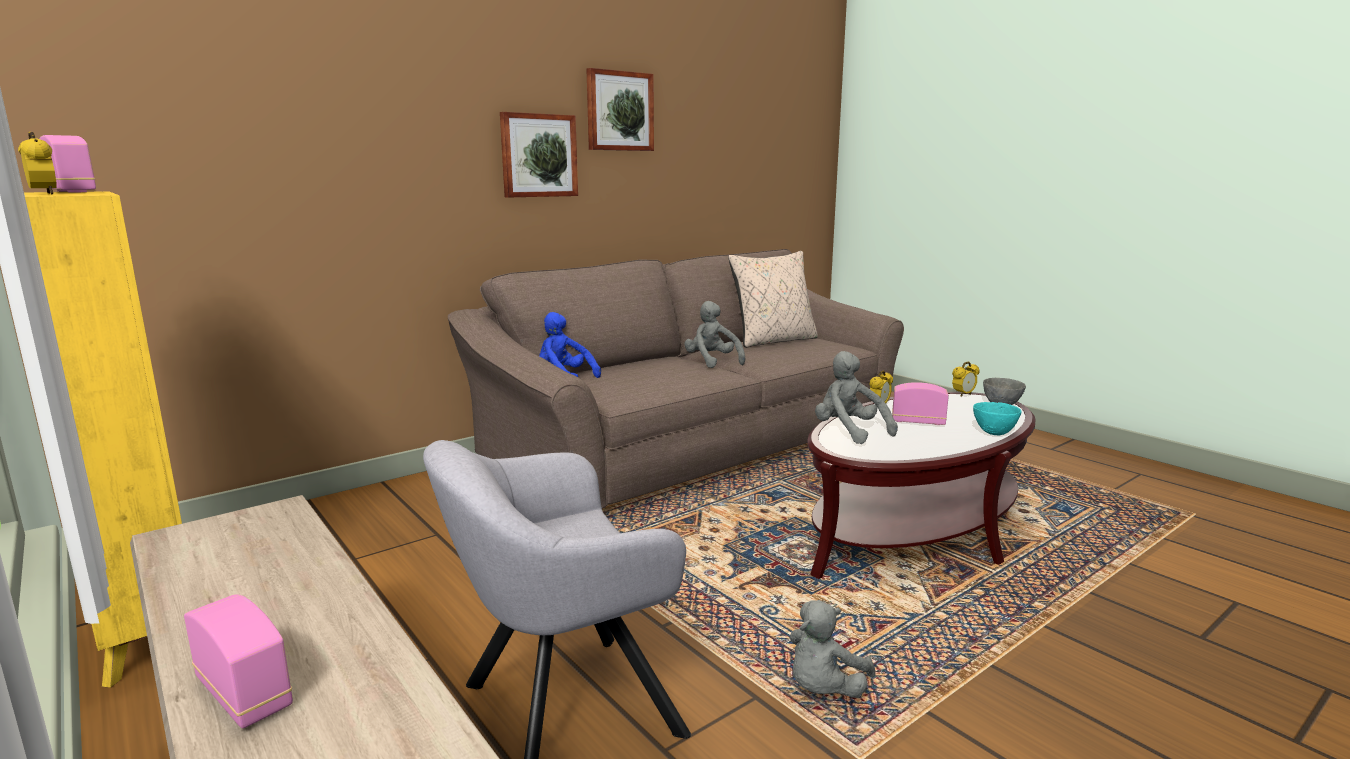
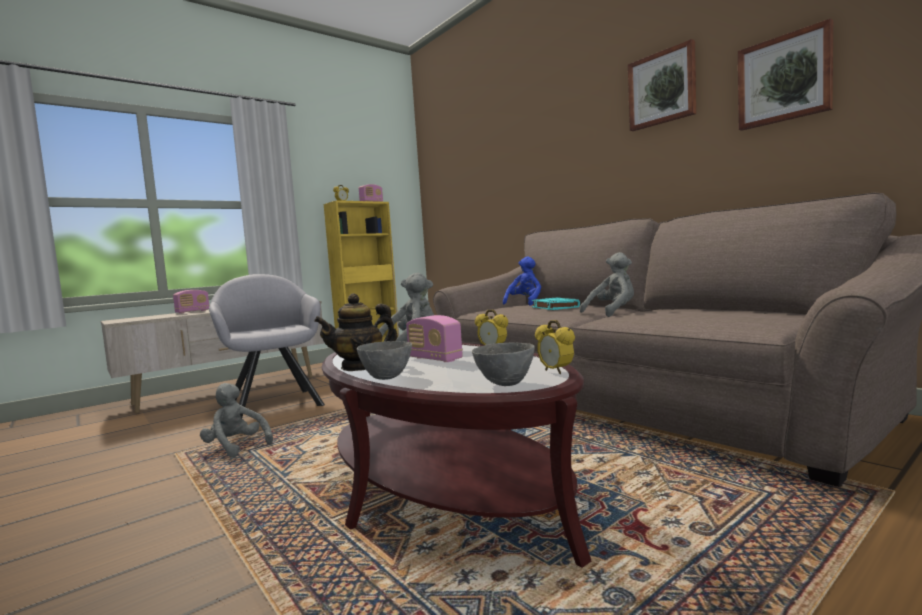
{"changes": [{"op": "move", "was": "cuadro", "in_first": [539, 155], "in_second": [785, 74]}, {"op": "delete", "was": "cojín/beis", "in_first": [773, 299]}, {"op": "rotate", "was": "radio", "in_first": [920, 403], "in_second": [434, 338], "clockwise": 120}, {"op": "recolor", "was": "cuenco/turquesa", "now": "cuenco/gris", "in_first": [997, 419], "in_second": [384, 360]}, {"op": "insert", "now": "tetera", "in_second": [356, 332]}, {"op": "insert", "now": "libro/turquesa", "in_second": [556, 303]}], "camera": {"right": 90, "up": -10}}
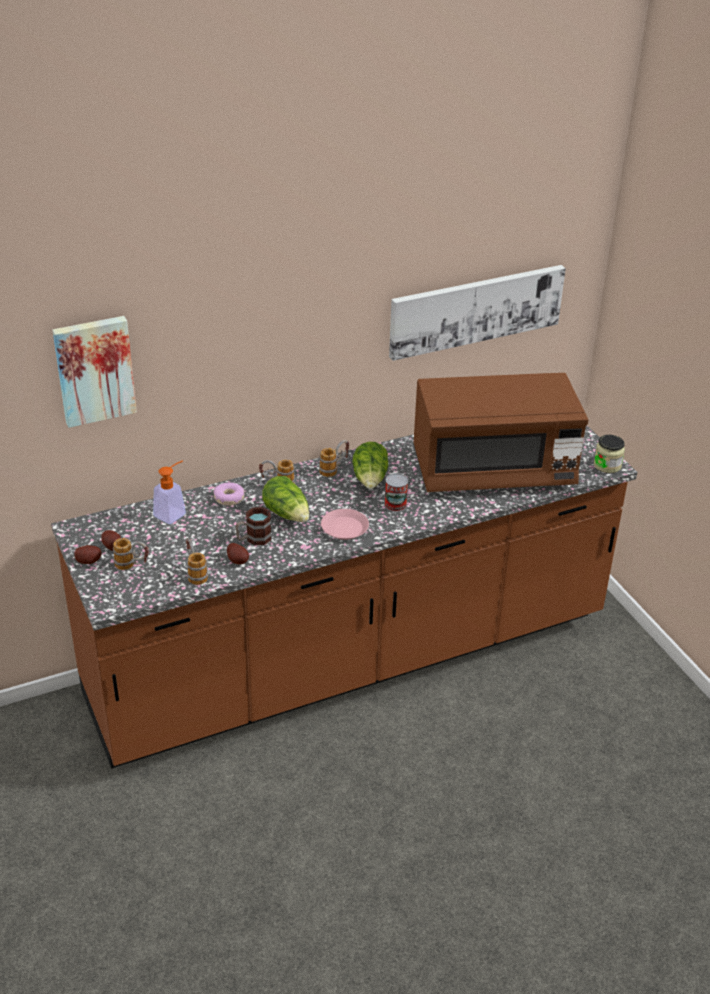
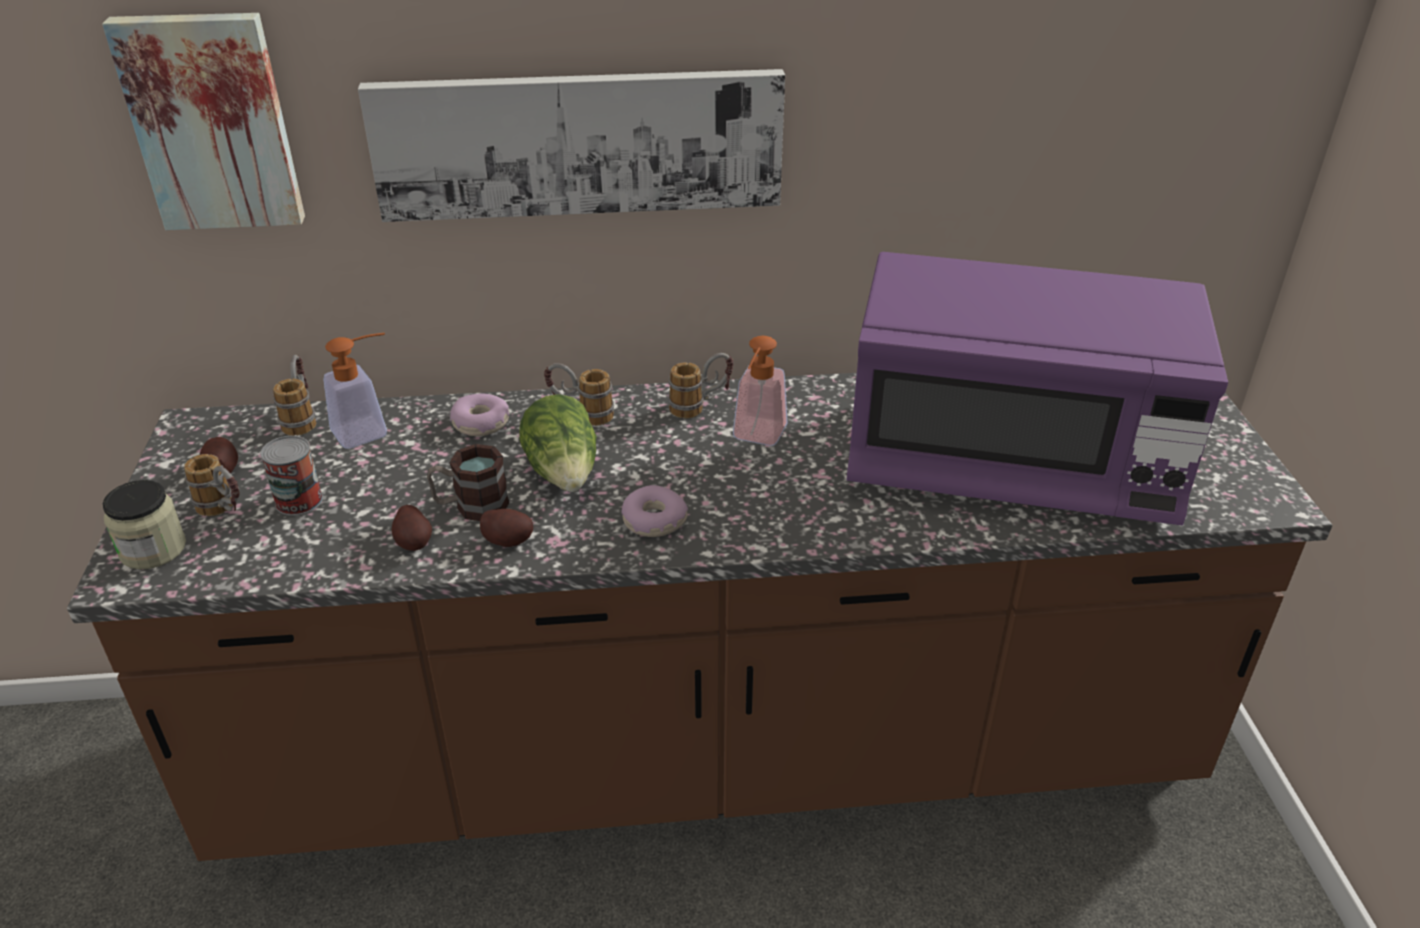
{"changes": [{"op": "move", "was": "cuadro", "in_first": [477, 313], "in_second": [571, 145]}, {"op": "recolor", "was": "microondas/marrón", "now": "microondas/morado", "in_first": [501, 432], "in_second": [1037, 388]}, {"op": "move", "was": "tarro", "in_first": [609, 454], "in_second": [144, 524]}, {"op": "replace", "was": "lechuga", "now": "dispensador de jabón", "in_first": [370, 465], "in_second": [760, 391]}, {"op": "move", "was": "lata", "in_first": [396, 492], "in_second": [291, 476]}, {"op": "replace", "was": "plato/rosa", "now": "rosquilla", "in_first": [345, 524], "in_second": [654, 511]}, {"op": "move", "was": "taza grande", "in_first": [197, 562], "in_second": [294, 395]}, {"op": "move", "was": "patata", "in_first": [88, 554], "in_second": [506, 528]}], "camera": {"right": 20, "up": 0}}
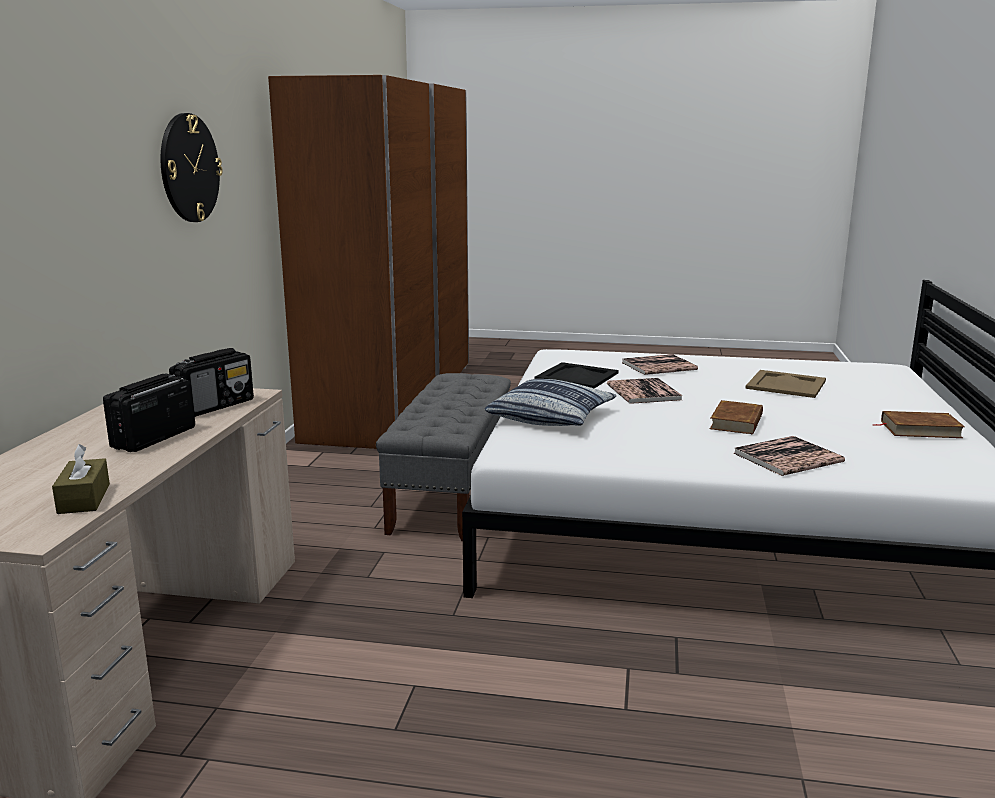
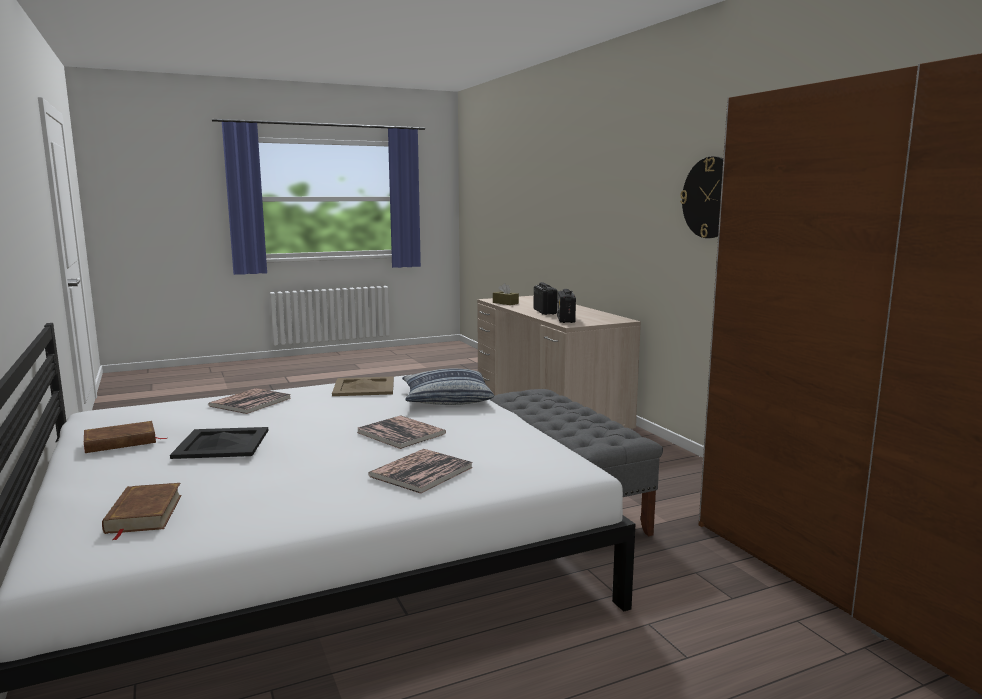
{"changes": [{"op": "move", "was": "bandeja/negro", "in_first": [577, 375], "in_second": [219, 443]}, {"op": "move", "was": "bandeja/beis", "in_first": [785, 384], "in_second": [363, 386]}, {"op": "move", "was": "libro/marrón", "in_first": [736, 417], "in_second": [142, 511]}], "camera": {"right": 145, "up": -5}}
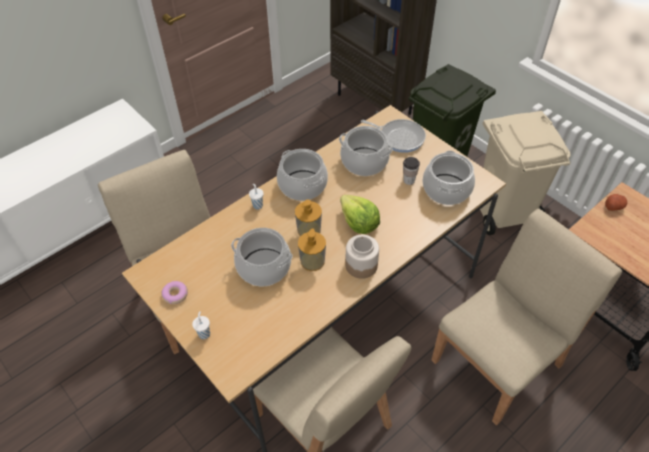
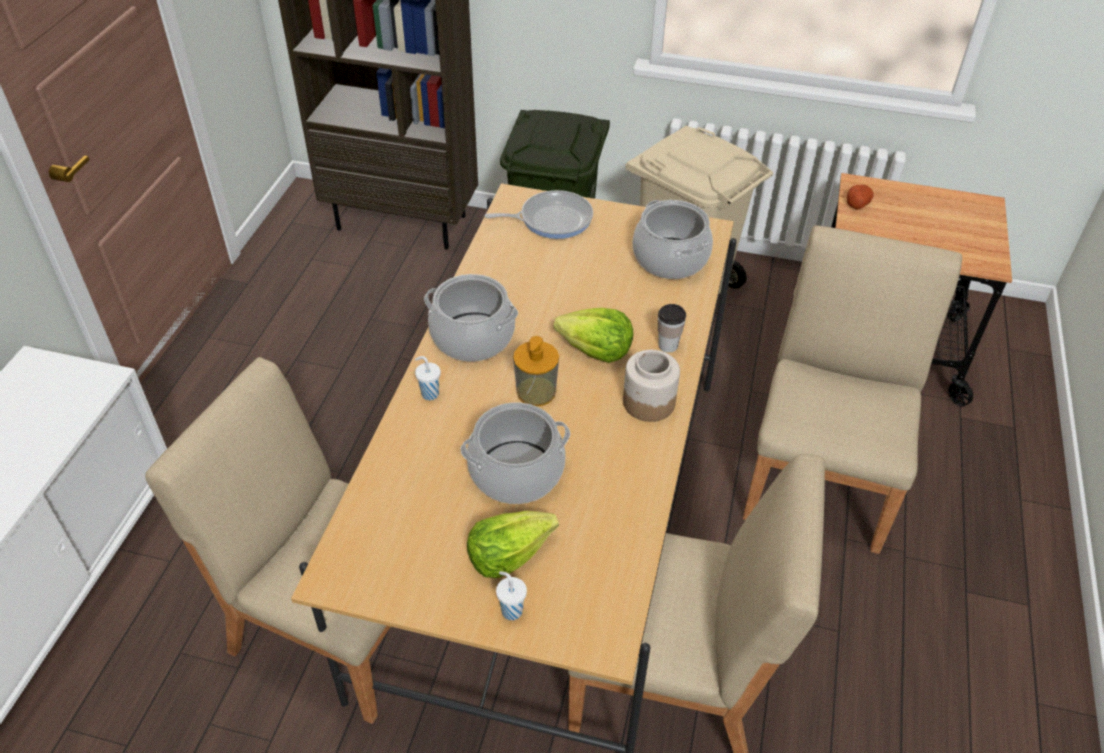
{"changes": [{"op": "delete", "was": "olla", "in_first": [366, 151]}, {"op": "move", "was": "taza", "in_first": [411, 171], "in_second": [672, 328]}, {"op": "delete", "was": "dispensador de jabón", "in_first": [312, 249]}, {"op": "delete", "was": "rosquilla", "in_first": [174, 292]}, {"op": "insert", "now": "lechuga", "in_second": [513, 544]}], "camera": {"right": -35, "up": -5}}
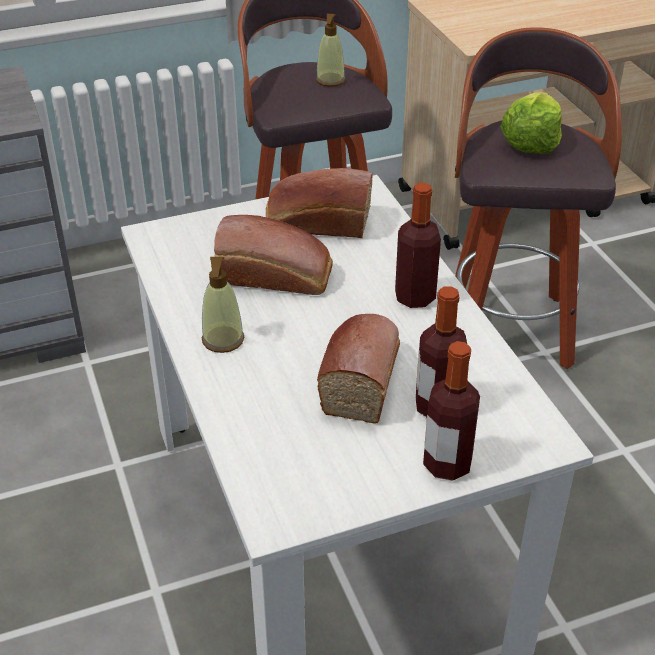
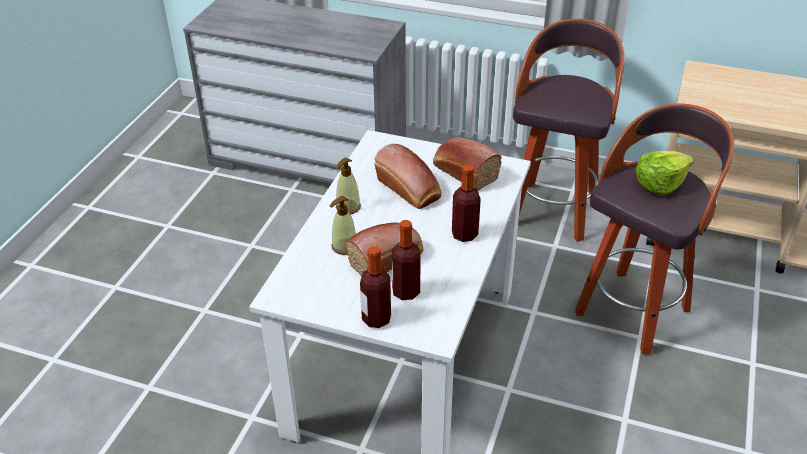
{"changes": [{"op": "move", "was": "dispensador de jabón", "in_first": [330, 50], "in_second": [342, 225]}], "camera": {"right": 40, "up": 0}}
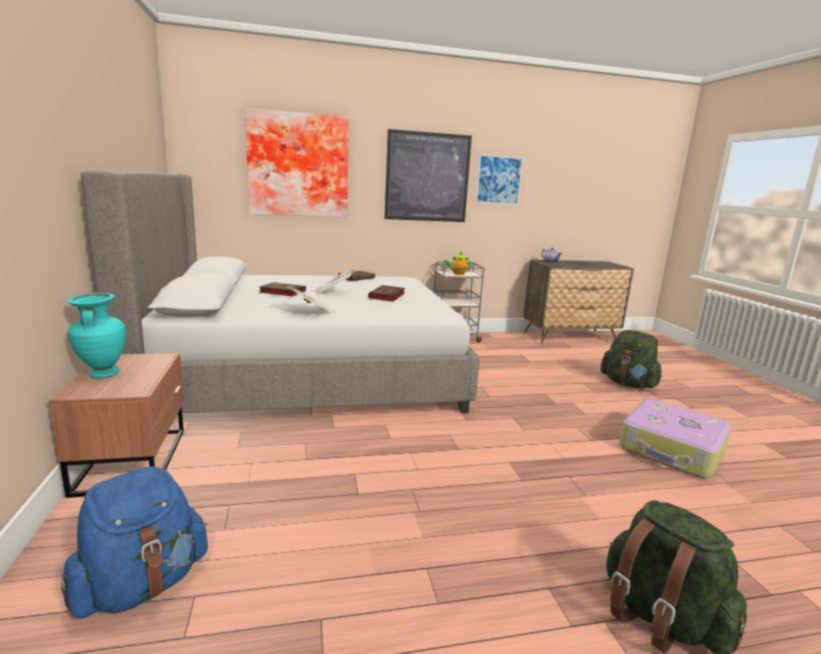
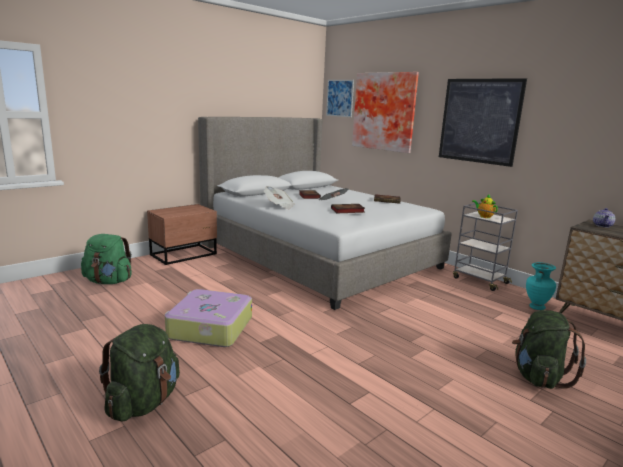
{"changes": [{"op": "move", "was": "cuadro", "in_first": [499, 179], "in_second": [340, 98]}, {"op": "move", "was": "florero/turquesa", "in_first": [96, 336], "in_second": [541, 286]}, {"op": "move", "was": "maleta", "in_first": [675, 438], "in_second": [208, 318]}, {"op": "recolor", "was": "mochila/azul", "now": "mochila/verde", "in_first": [134, 542], "in_second": [106, 259]}], "camera": {"right": 60, "up": 0}}
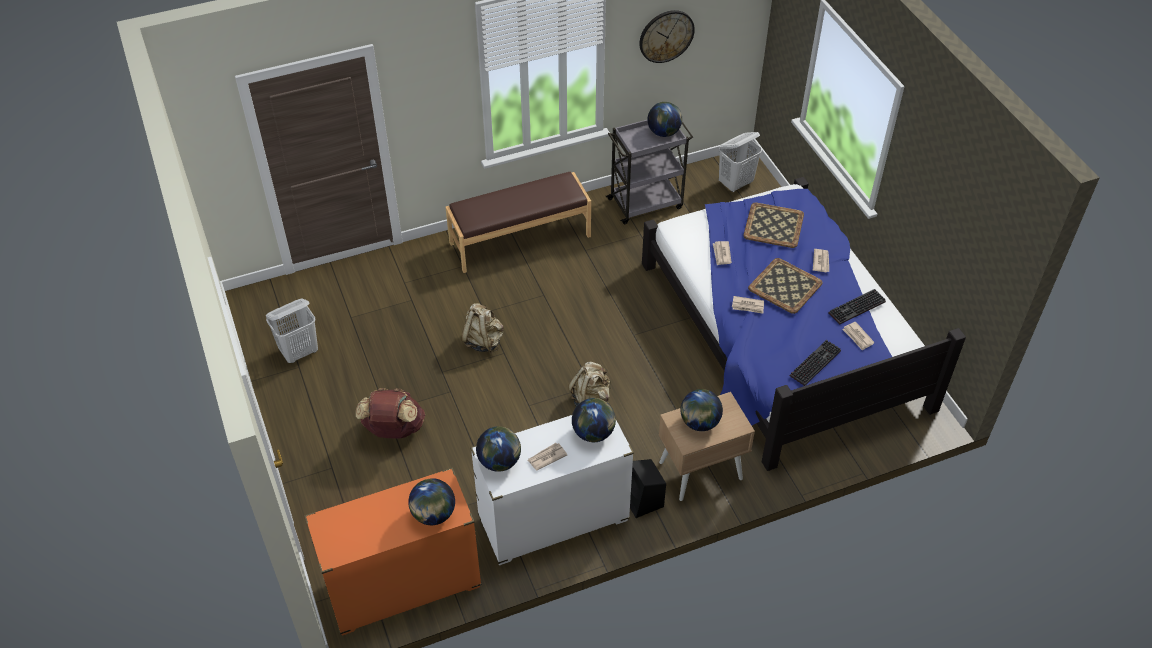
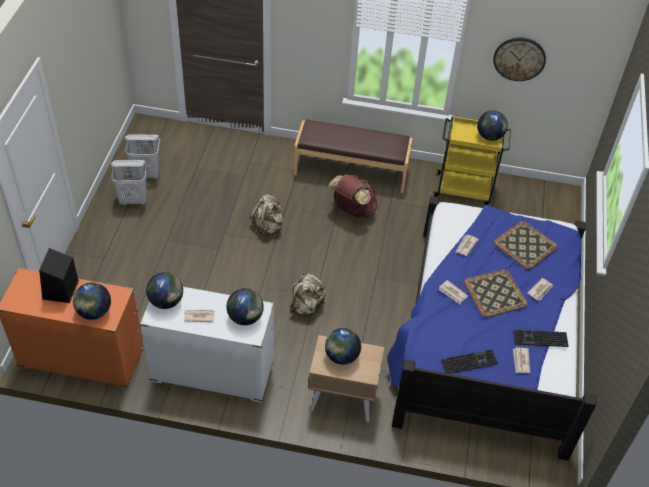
{"changes": [{"op": "recolor", "was": "carrito/gris", "now": "carrito/amarillo", "in_first": [649, 172], "in_second": [472, 160]}, {"op": "move", "was": "cesto de la ropa/blanco", "in_first": [740, 162], "in_second": [129, 182]}, {"op": "move", "was": "mochila/marrón", "in_first": [390, 413], "in_second": [353, 195]}, {"op": "move", "was": "altavoz/negro", "in_first": [648, 488], "in_second": [59, 275]}], "camera": {"right": 30, "up": 0}}
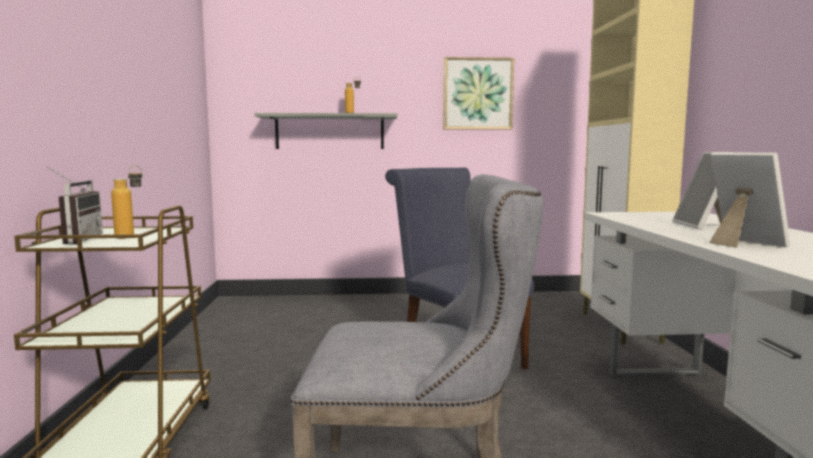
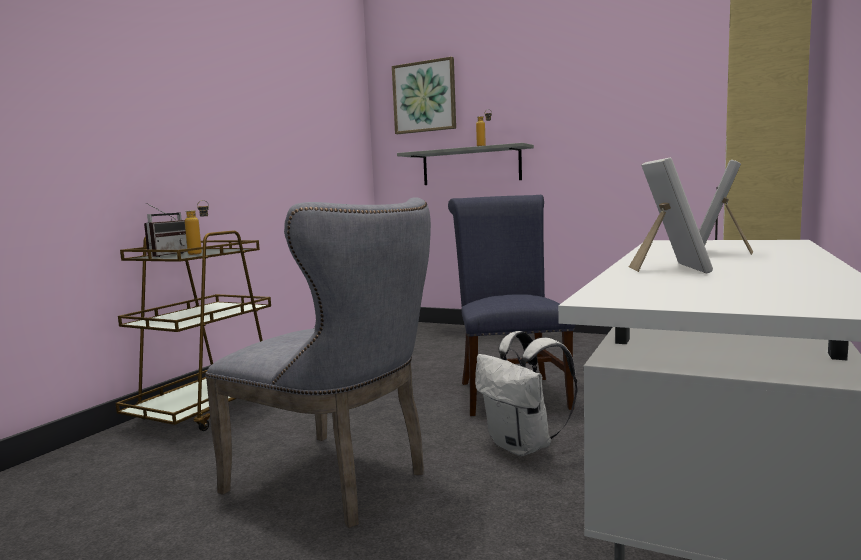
{"changes": [{"op": "move", "was": "cuadro", "in_first": [478, 93], "in_second": [424, 95]}, {"op": "insert", "now": "mochila/blanco", "in_second": [526, 394]}], "camera": {"right": 30, "up": 0}}
